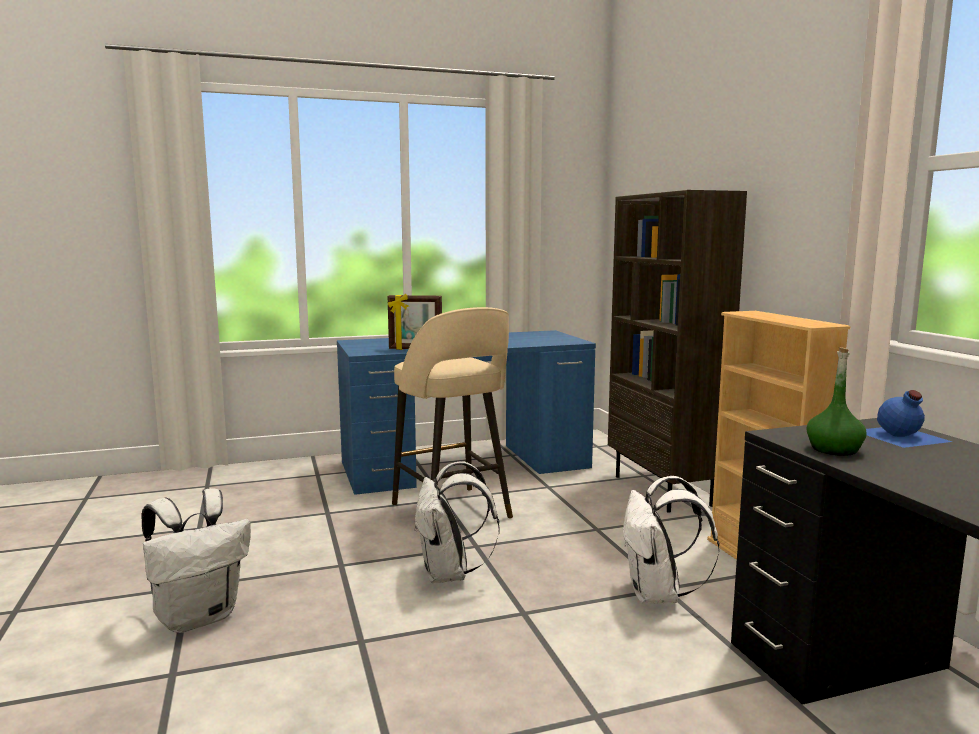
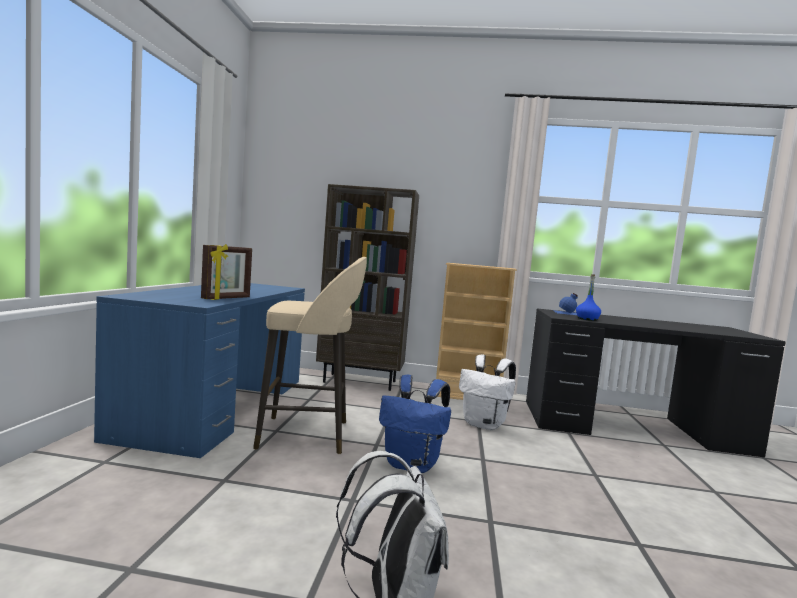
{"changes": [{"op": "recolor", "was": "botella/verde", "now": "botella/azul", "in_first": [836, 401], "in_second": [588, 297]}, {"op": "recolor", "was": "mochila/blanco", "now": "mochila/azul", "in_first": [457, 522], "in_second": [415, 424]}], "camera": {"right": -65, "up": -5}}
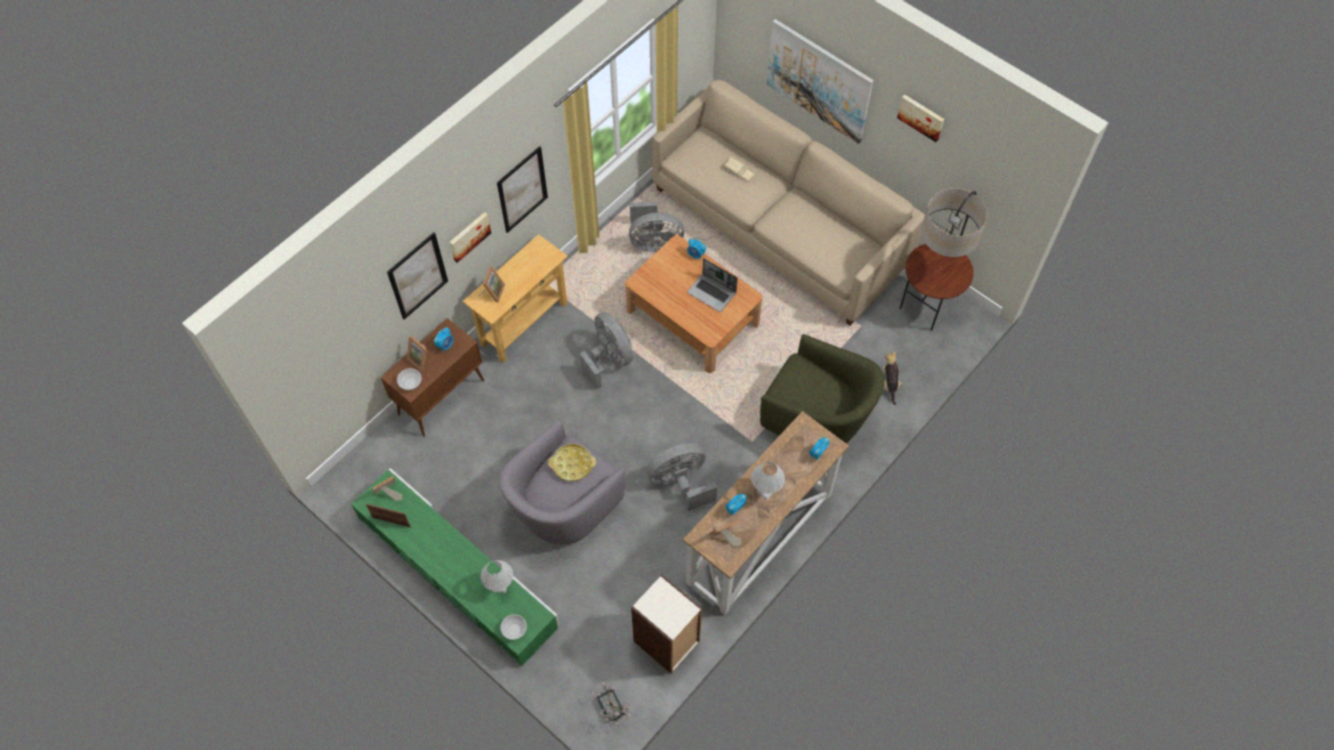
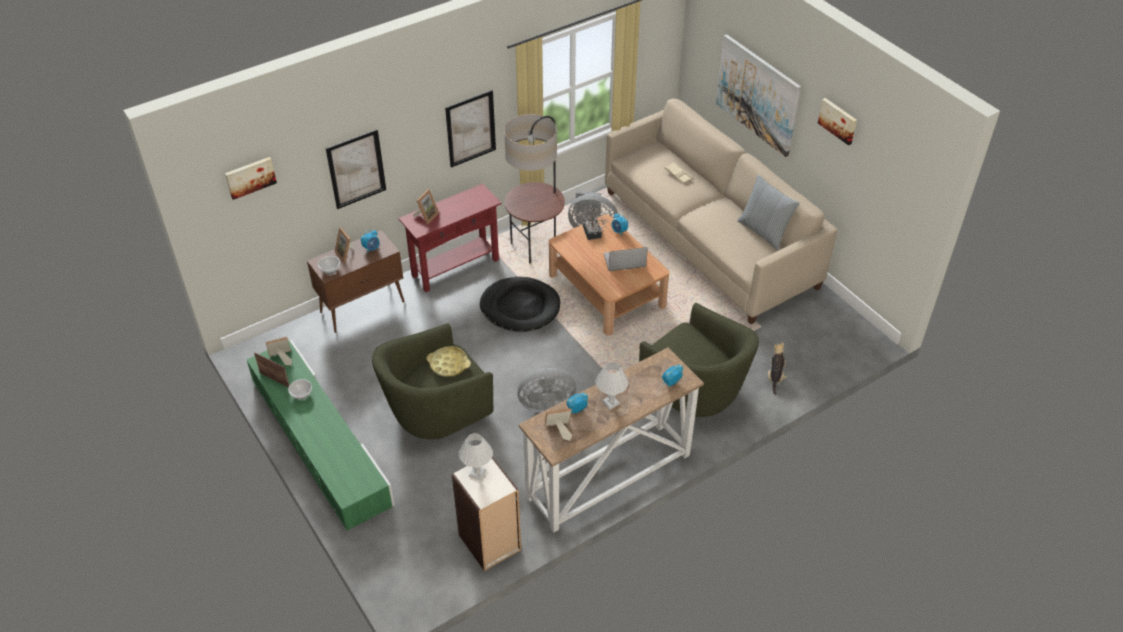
{"changes": [{"op": "move", "was": "lámpara de pie", "in_first": [943, 259], "in_second": [534, 189]}, {"op": "move", "was": "cuadro", "in_first": [470, 237], "in_second": [251, 178]}, {"op": "recolor", "was": "mesa consola/beis", "now": "mesa consola/rojo", "in_first": [515, 298], "in_second": [450, 238]}, {"op": "rotate", "was": "portátil", "in_first": [712, 285], "in_second": [626, 259], "clockwise": 120}, {"op": "replace", "was": "ventilador/gris", "now": "cama para perro/negro", "in_first": [606, 350], "in_second": [520, 304]}, {"op": "recolor", "was": "sillón/gris", "now": "sillón/verde", "in_first": [562, 482], "in_second": [433, 381]}, {"op": "move", "was": "lámpara de mesa/blanco", "in_first": [497, 576], "in_second": [476, 456]}, {"op": "move", "was": "cuenco", "in_first": [514, 627], "in_second": [300, 389]}, {"op": "move", "was": "planta en maceta", "in_first": [612, 704], "in_second": [594, 222]}, {"op": "insert", "now": "cojín", "in_second": [769, 213]}], "camera": {"right": 15, "up": -15}}
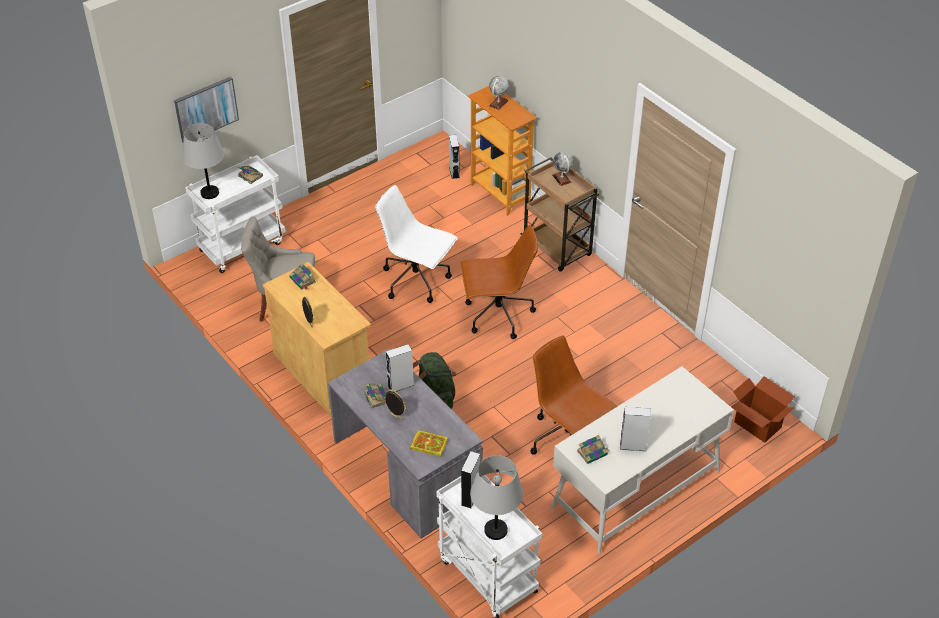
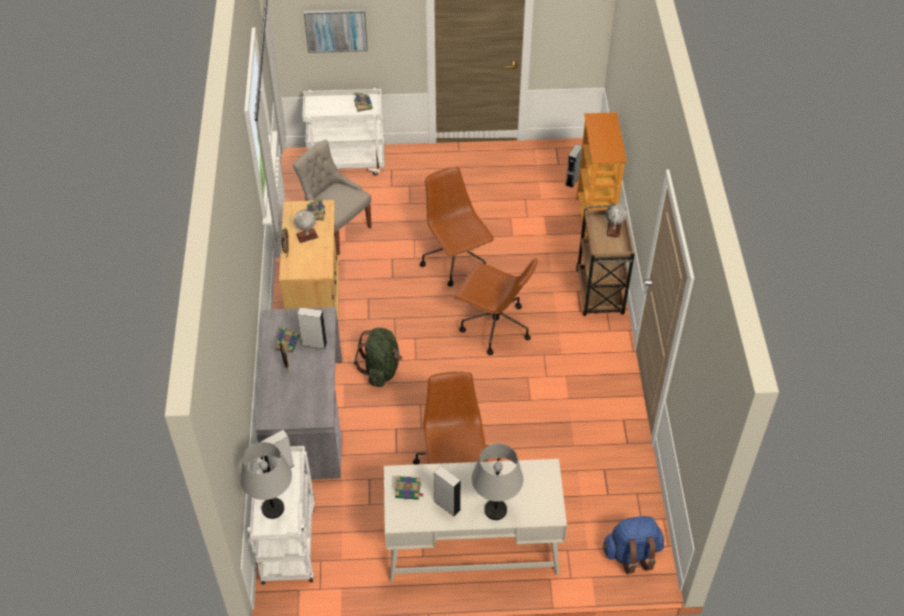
{"changes": [{"op": "move", "was": "globo terráqueo", "in_first": [499, 93], "in_second": [306, 226]}, {"op": "move", "was": "lámpara de mesa/gris", "in_first": [203, 161], "in_second": [497, 481]}, {"op": "recolor", "was": "silla de oficina/blanco", "now": "silla de oficina/marrón", "in_first": [416, 244], "in_second": [457, 226]}, {"op": "replace", "was": "caja de cartón", "now": "mochila/azul", "in_first": [763, 409], "in_second": [633, 545]}, {"op": "delete", "was": "libro", "in_first": [429, 443]}], "camera": {"right": 35, "up": 5}}
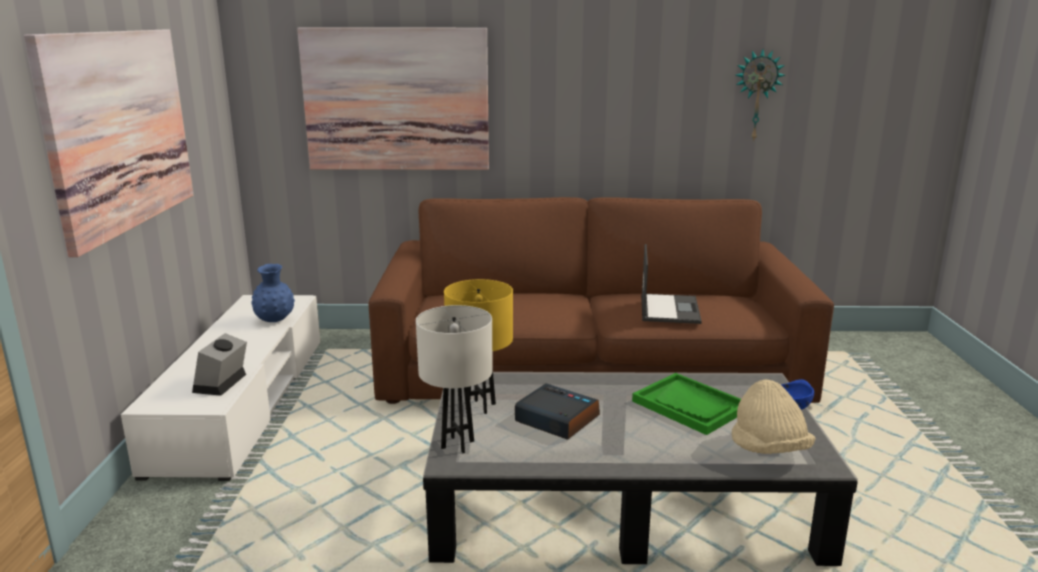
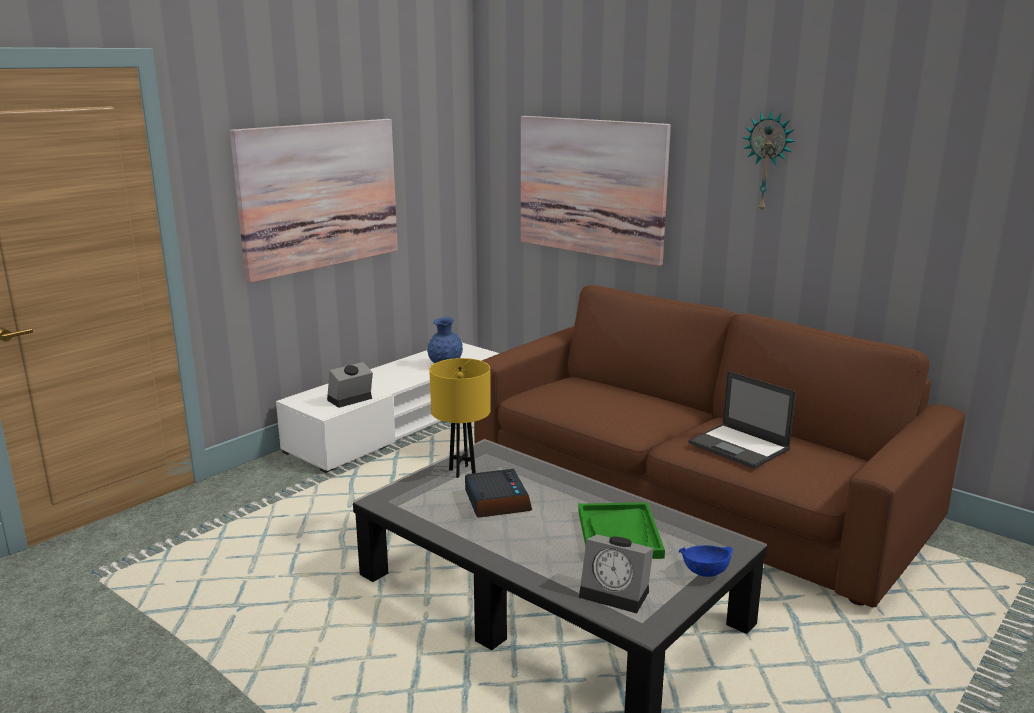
{"changes": [{"op": "move", "was": "reloj de pared", "in_first": [760, 95], "in_second": [769, 161]}, {"op": "rotate", "was": "portátil", "in_first": [671, 284], "in_second": [742, 420], "clockwise": 90}, {"op": "delete", "was": "lámpara de mesa/blanco", "in_first": [454, 379]}, {"op": "replace", "was": "sombrero/beis", "now": "despertador", "in_first": [773, 416], "in_second": [616, 573]}], "camera": {"right": 40, "up": 0}}
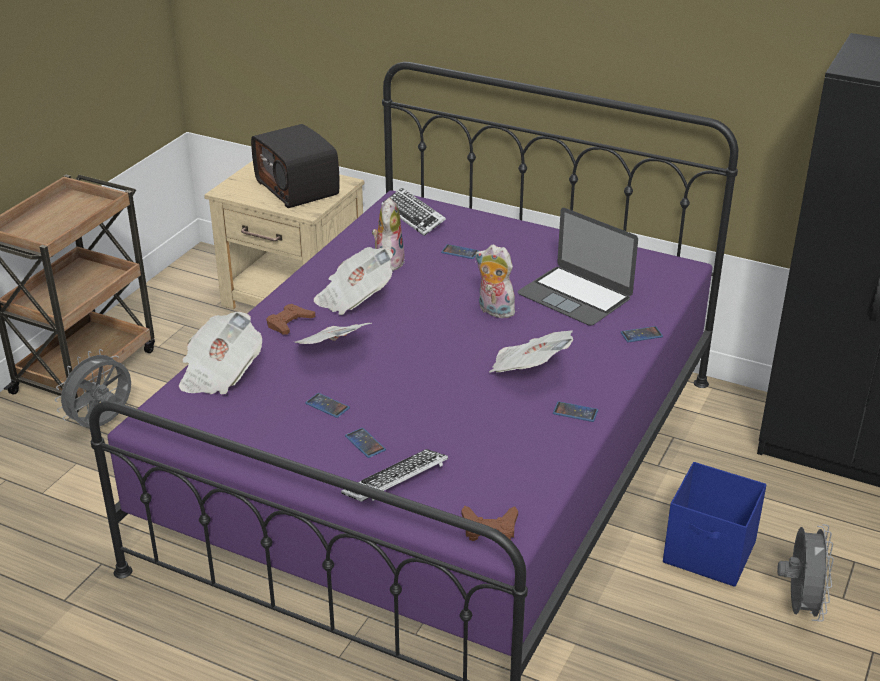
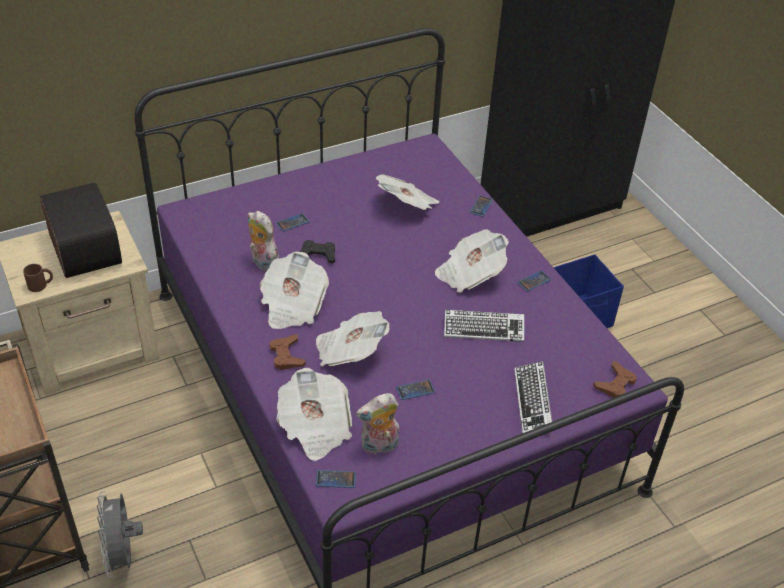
{"changes": [{"op": "rotate", "was": "radio", "in_first": [295, 166], "in_second": [81, 230], "clockwise": -120}, {"op": "move", "was": "teclado", "in_first": [413, 212], "in_second": [484, 326]}, {"op": "replace", "was": "portátil", "now": "periódico", "in_first": [577, 267], "in_second": [408, 192]}, {"op": "move", "was": "peluche", "in_first": [497, 281], "in_second": [377, 423]}, {"op": "move", "was": "móvil", "in_first": [365, 443], "in_second": [336, 479]}, {"op": "delete", "was": "ventilador/gris", "in_first": [805, 573]}, {"op": "insert", "now": "mando de consola/negro", "in_second": [317, 252]}, {"op": "insert", "now": "taza grande/marrón", "in_second": [38, 278]}], "camera": {"right": -55, "up": 10}}
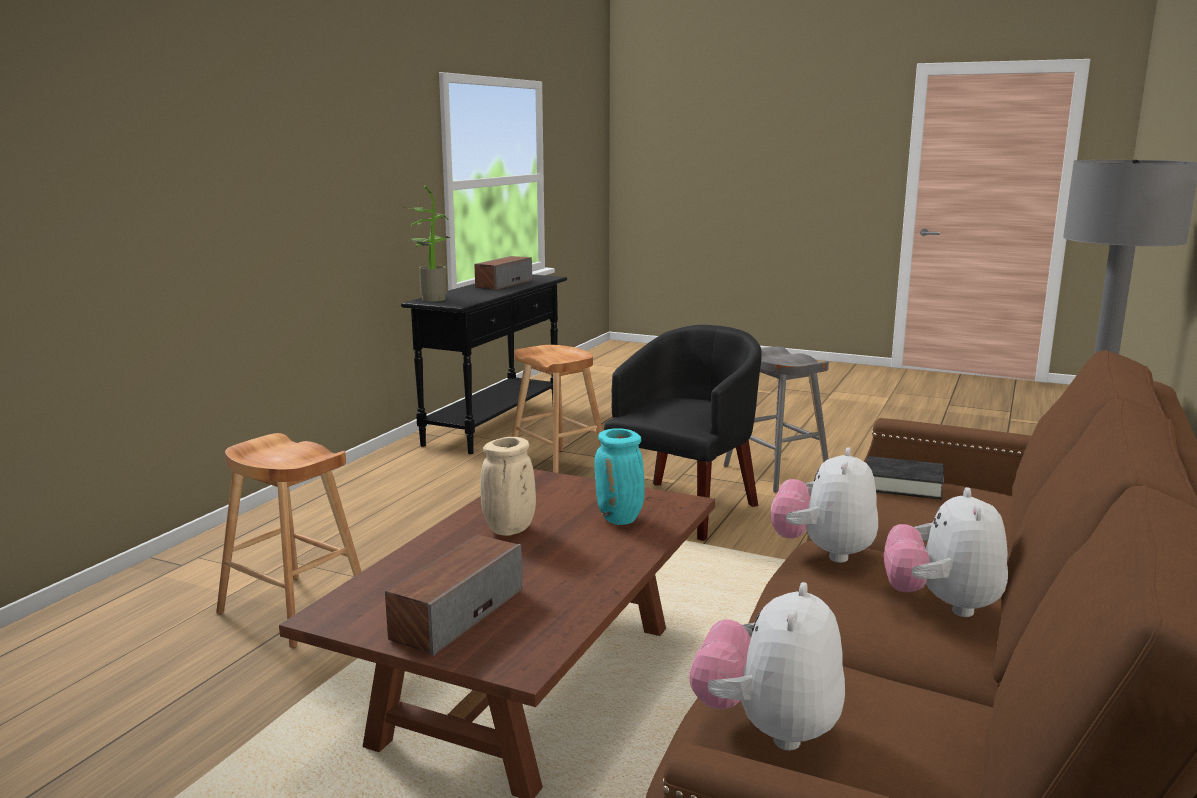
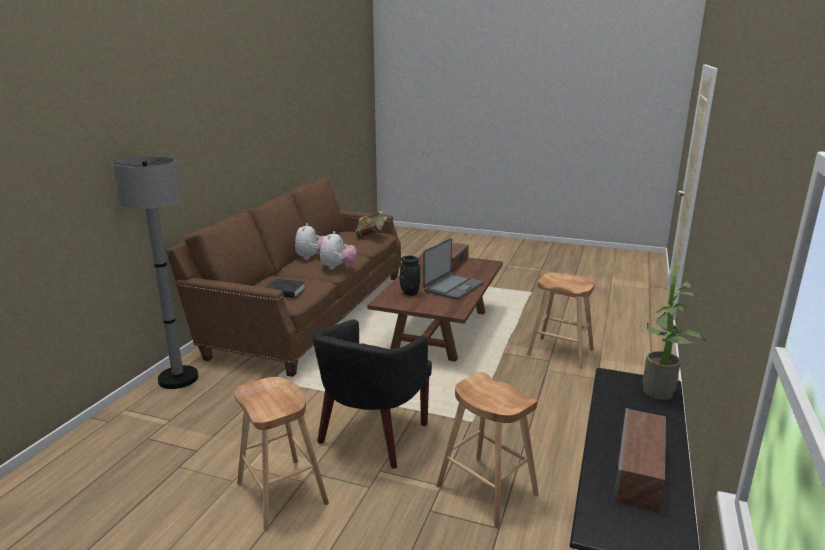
{"changes": [{"op": "recolor", "was": "taburete/gris", "now": "taburete/marrón", "in_first": [776, 419], "in_second": [281, 454]}, {"op": "recolor", "was": "florero/turquesa", "now": "florero/negro", "in_first": [619, 476], "in_second": [410, 276]}, {"op": "replace", "was": "florero/beis", "now": "portátil", "in_first": [508, 486], "in_second": [453, 269]}, {"op": "replace", "was": "peluche", "now": "libro", "in_first": [767, 666], "in_second": [371, 224]}], "camera": {"right": 175, "up": 5}}
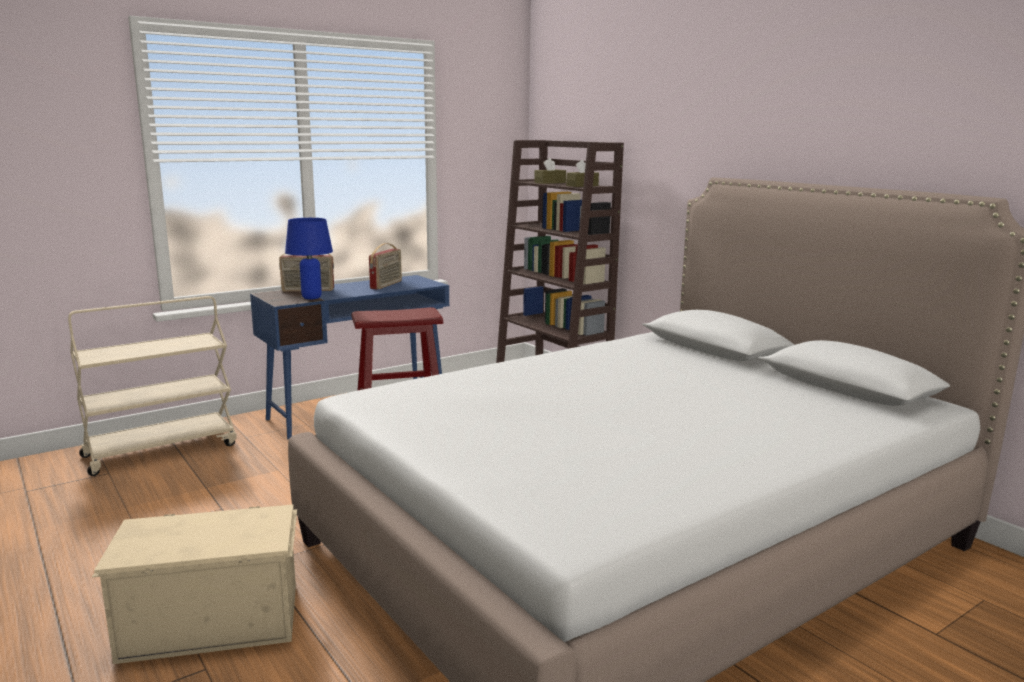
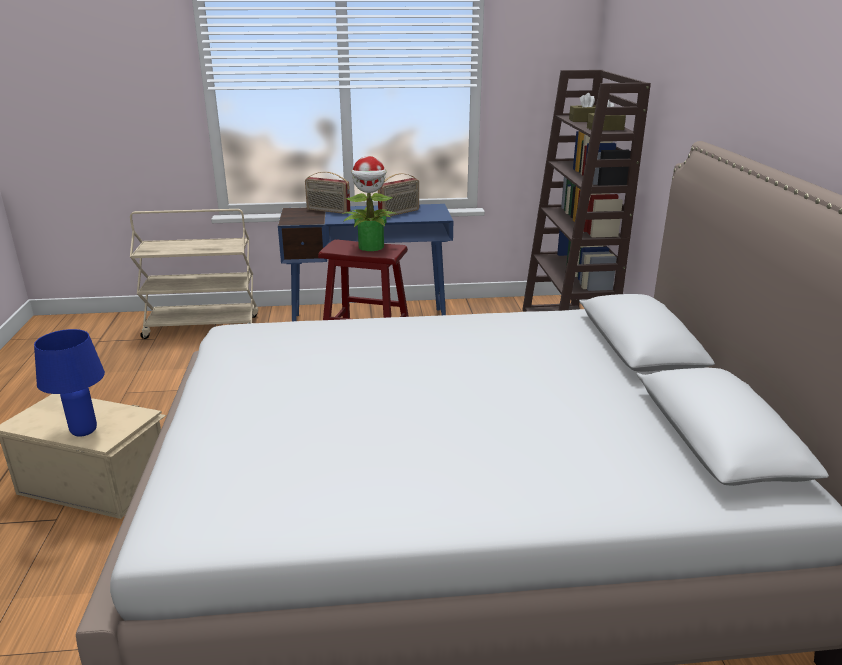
{"changes": [{"op": "move", "was": "lámpara de mesa/azul", "in_first": [309, 258], "in_second": [69, 383]}, {"op": "insert", "now": "planta en maceta", "in_second": [369, 203]}], "camera": {"right": 30, "up": 10}}
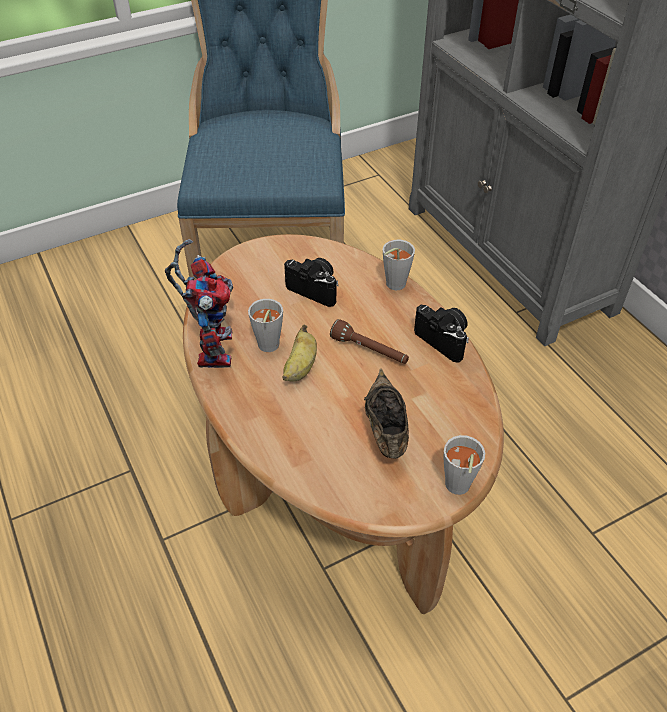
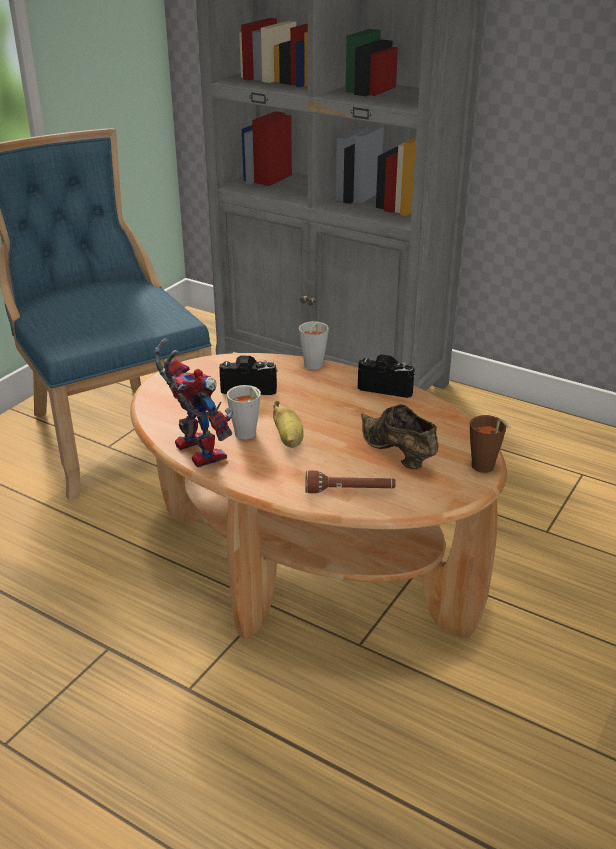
{"changes": [{"op": "move", "was": "linterna/marrón", "in_first": [369, 341], "in_second": [350, 482]}, {"op": "recolor", "was": "taza/gris", "now": "taza/marrón", "in_first": [464, 465], "in_second": [490, 444]}], "camera": {"right": -30, "up": -15}}
